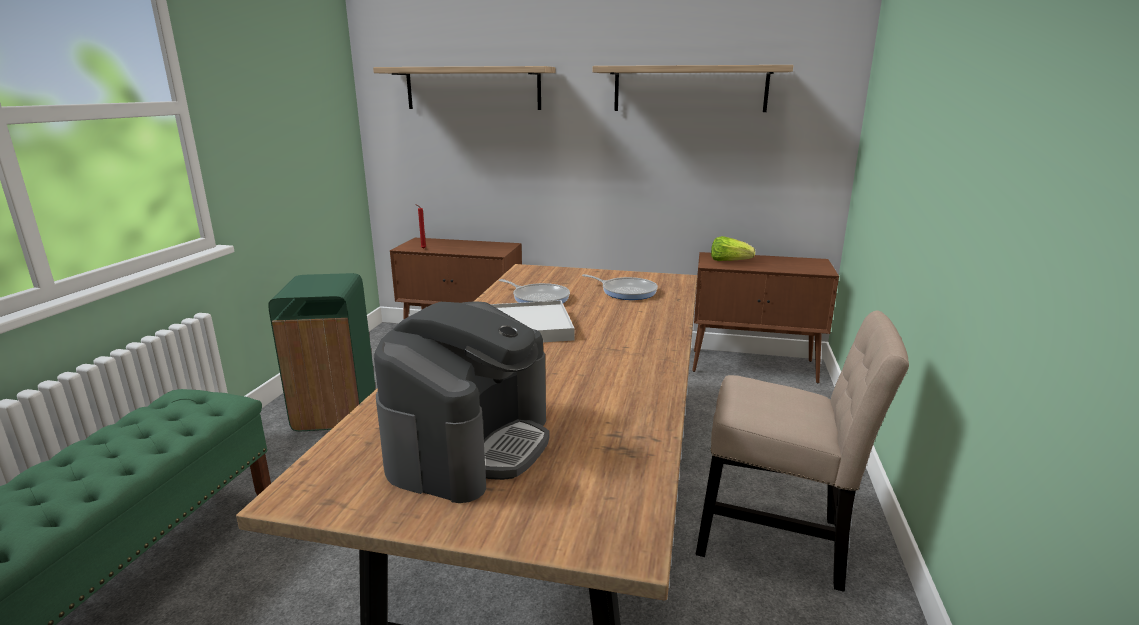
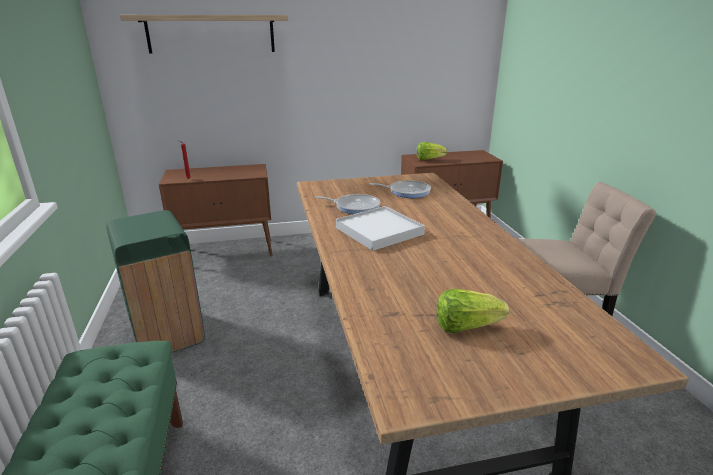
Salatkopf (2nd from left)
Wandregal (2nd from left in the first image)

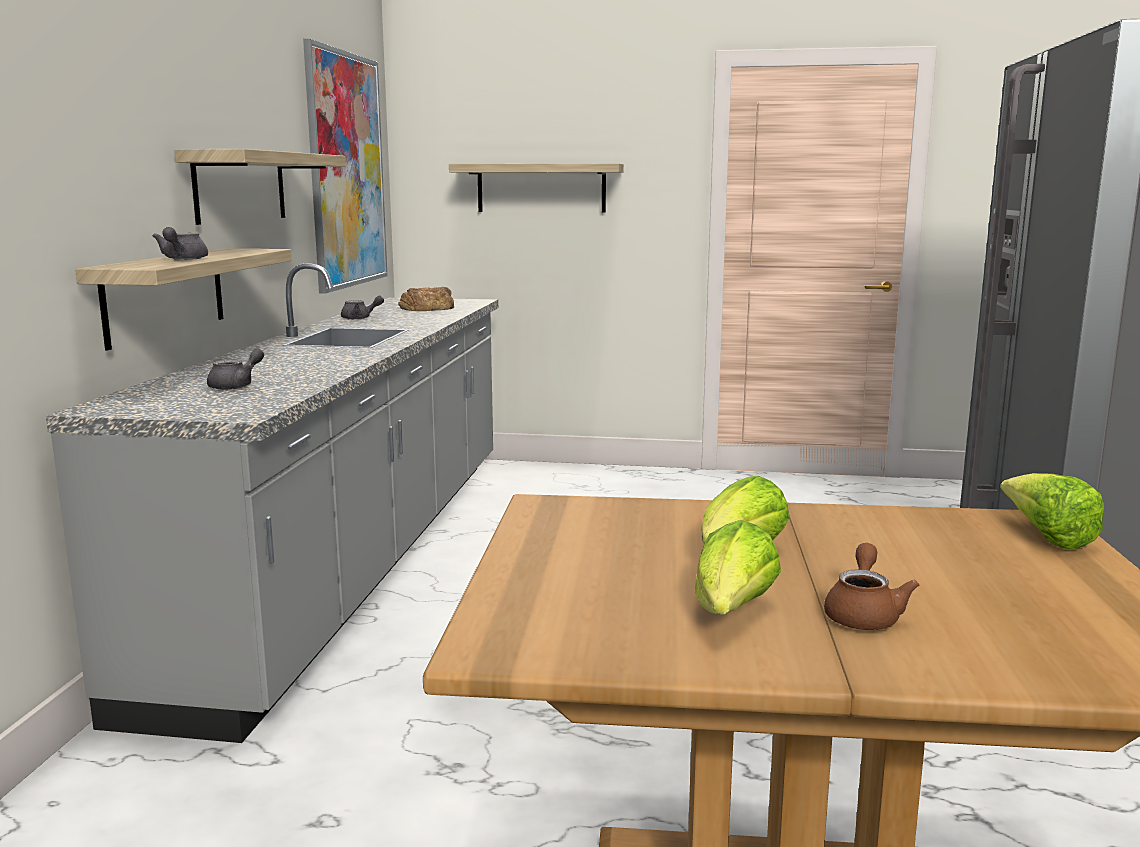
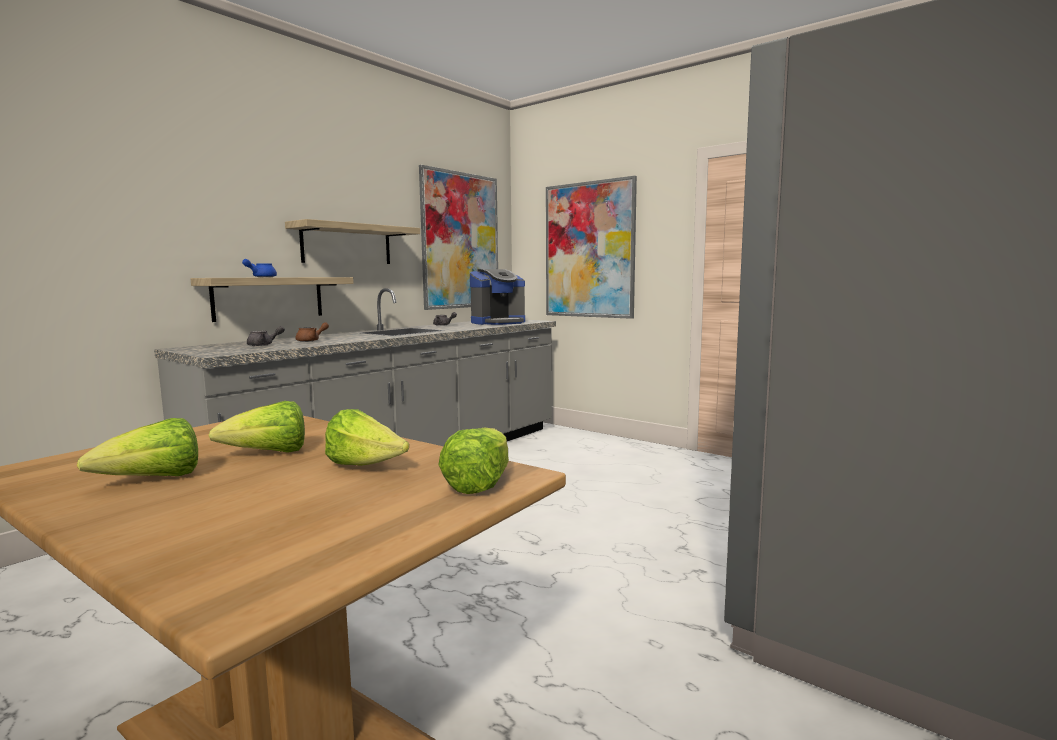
Teekanne [blau]
Teekanne [braun]
Salatkopf (3rd from left)
Kaffeemaschine
Bild (2nd from left)

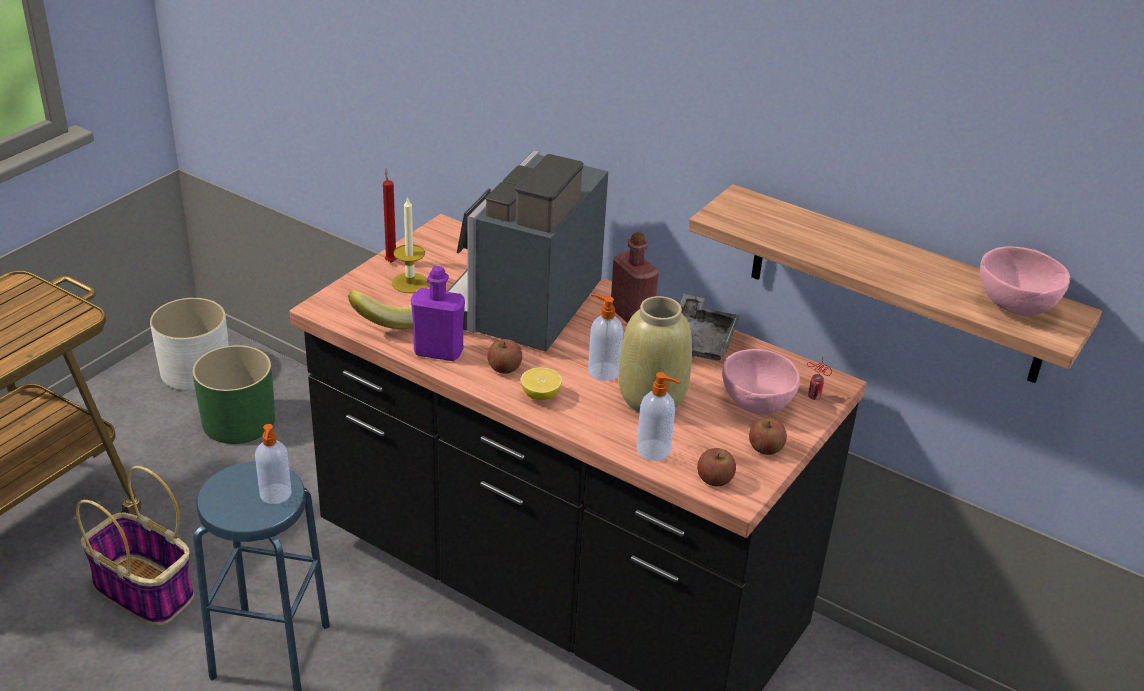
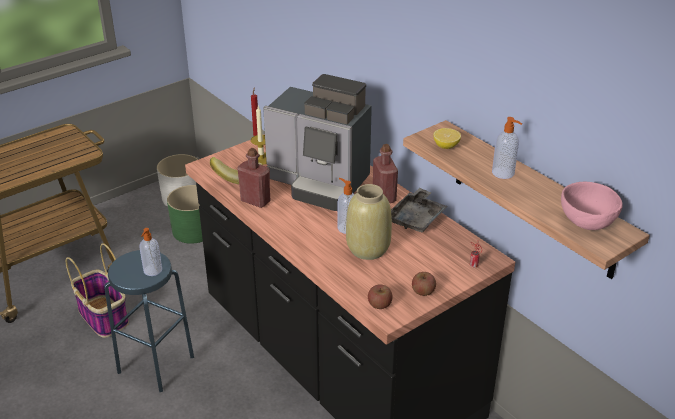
Flasche [rot] (1st from left)
Kaffeemaschine
Zitrone
Seifenspender (3rd from left)
Apfel (1st from left in the first image)
Schüssel [rosa] (1st from left in the first image)

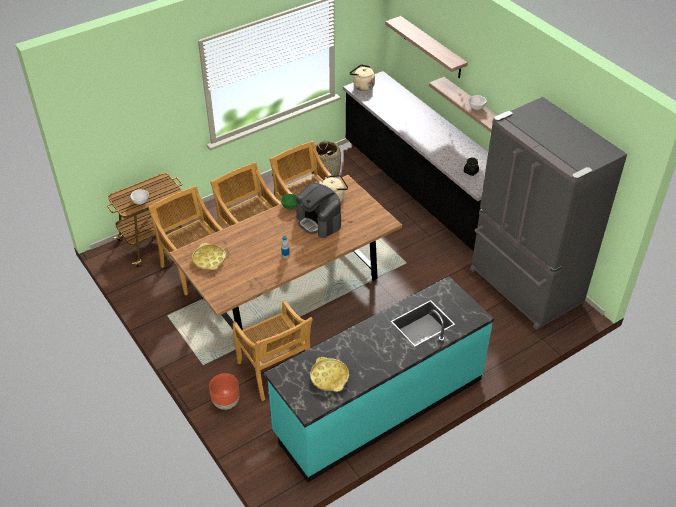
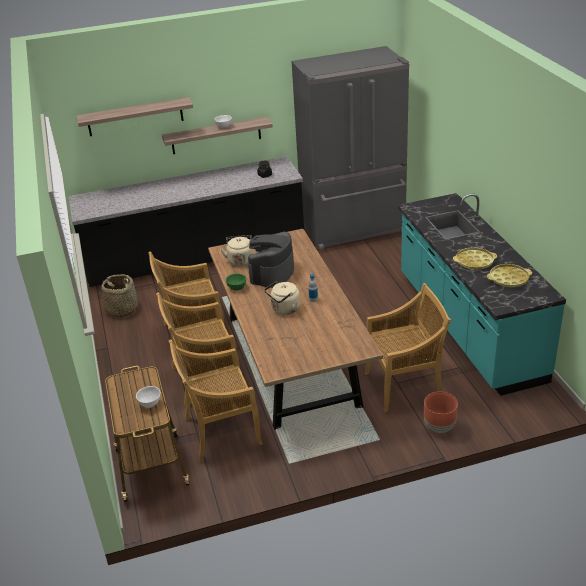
Kaffeemaschine
Wasserkessel [beige] (2nd from left)
Tablett [gelb] (1st from left)

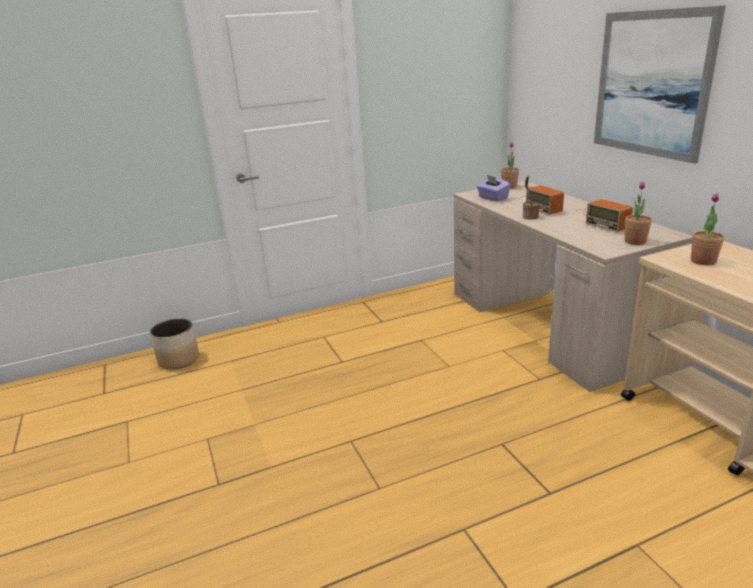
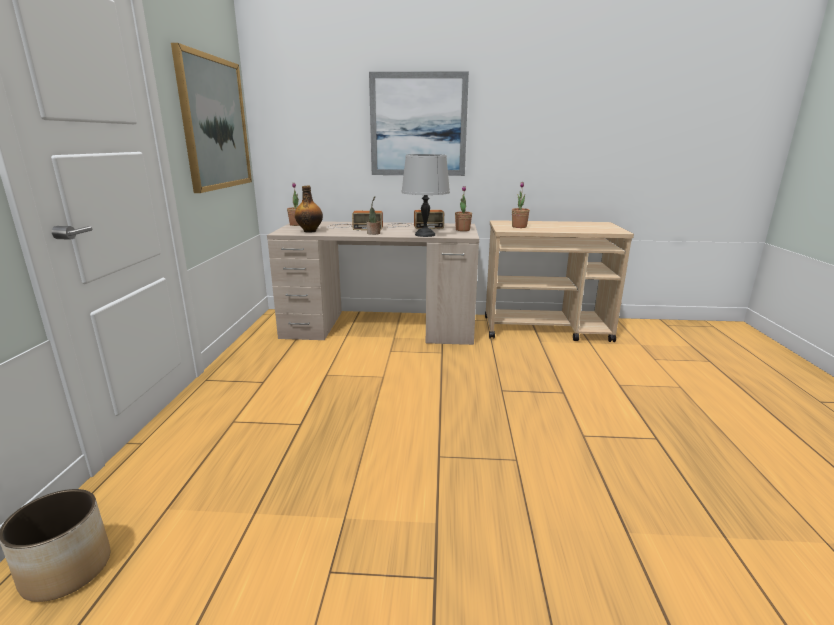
Bild (1st from left)
Flasche
Tischlampe [grau]

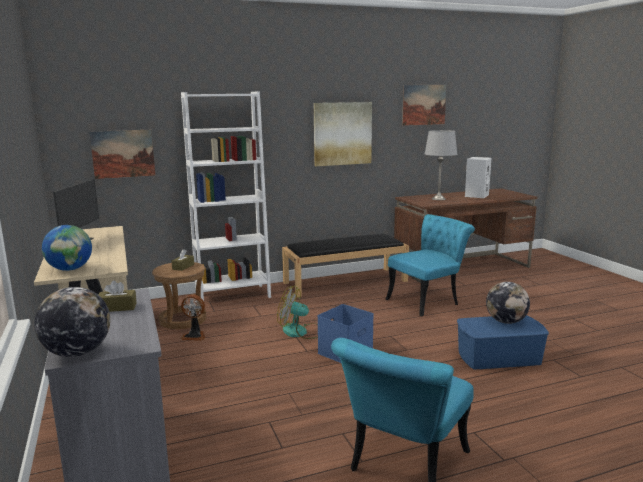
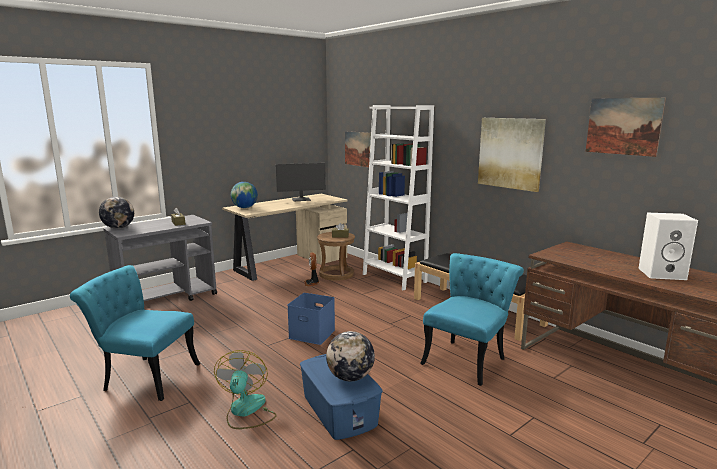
Ventilator (1st from left)
Stuhl [türkis] (2nd from left)
Tischlampe [grau]

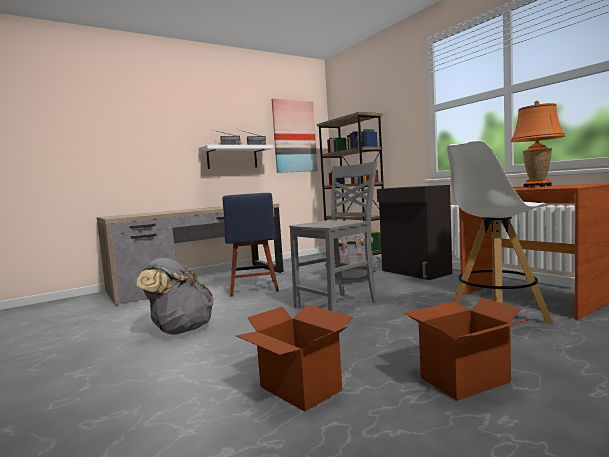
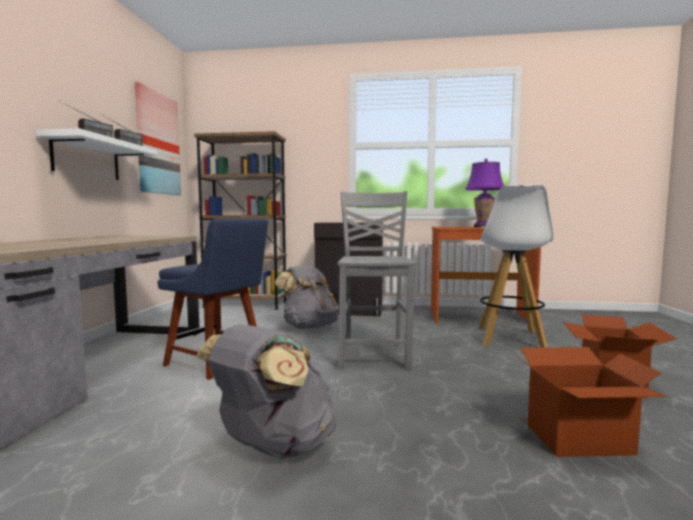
Tischlampe [lila]

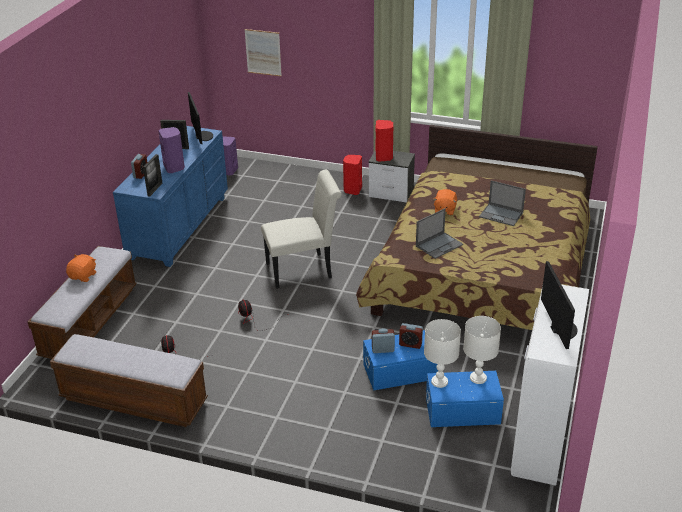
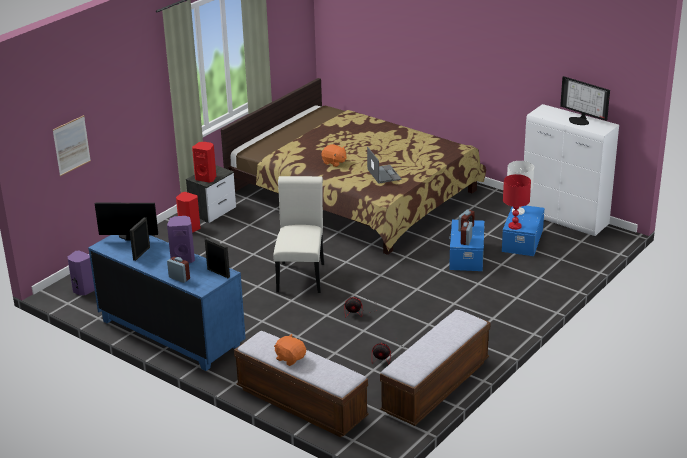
Tischlampe [rot]
Monitor (2nd from left)
Laptop (2nd from left in the first image)

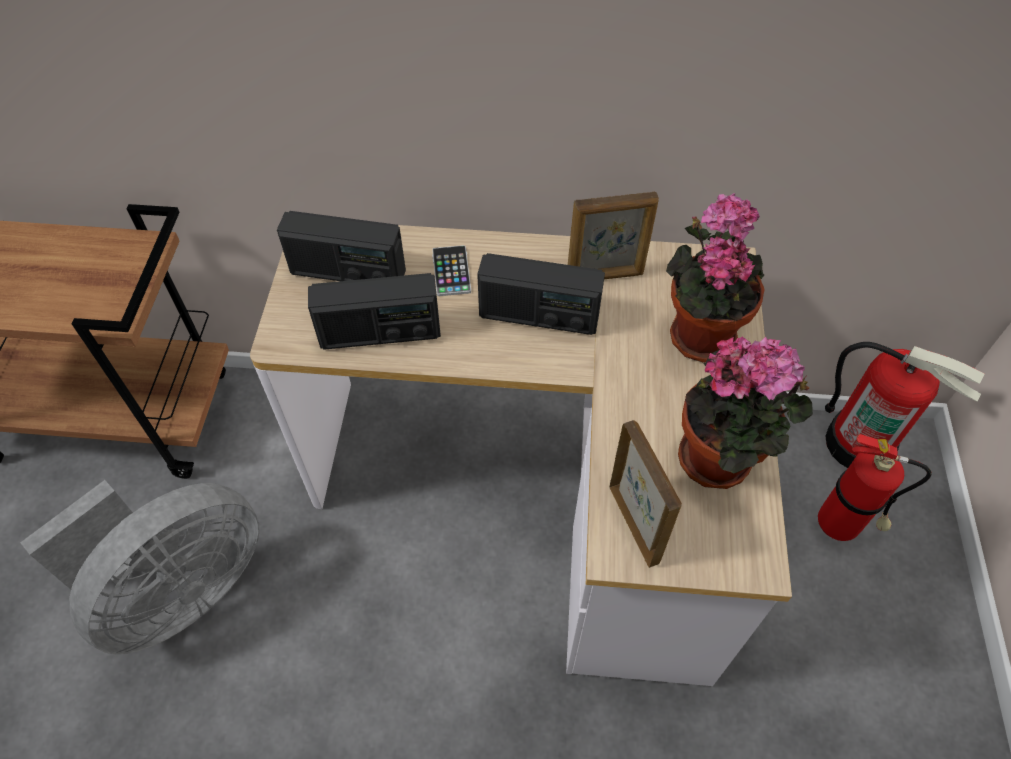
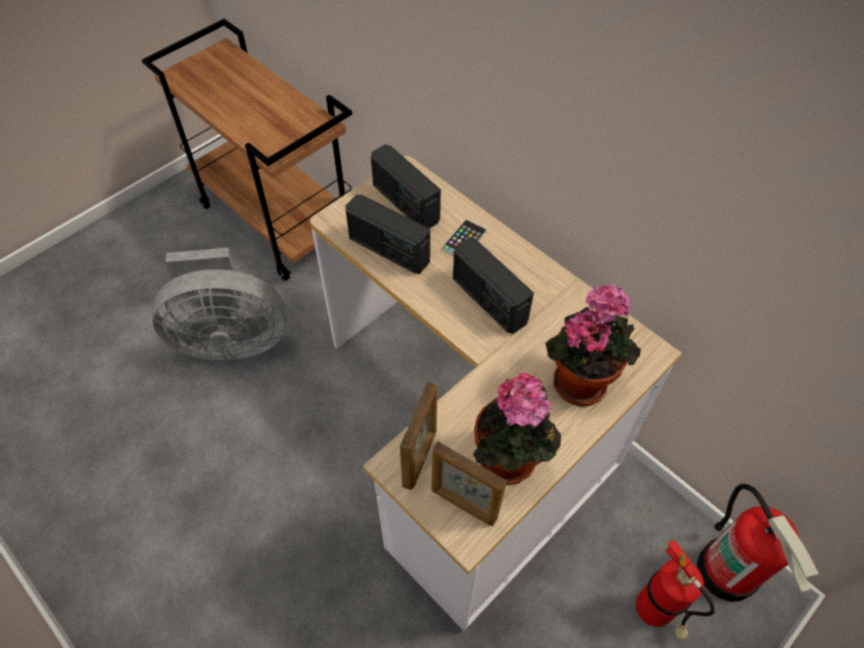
Bilderrahmen (2nd from left)

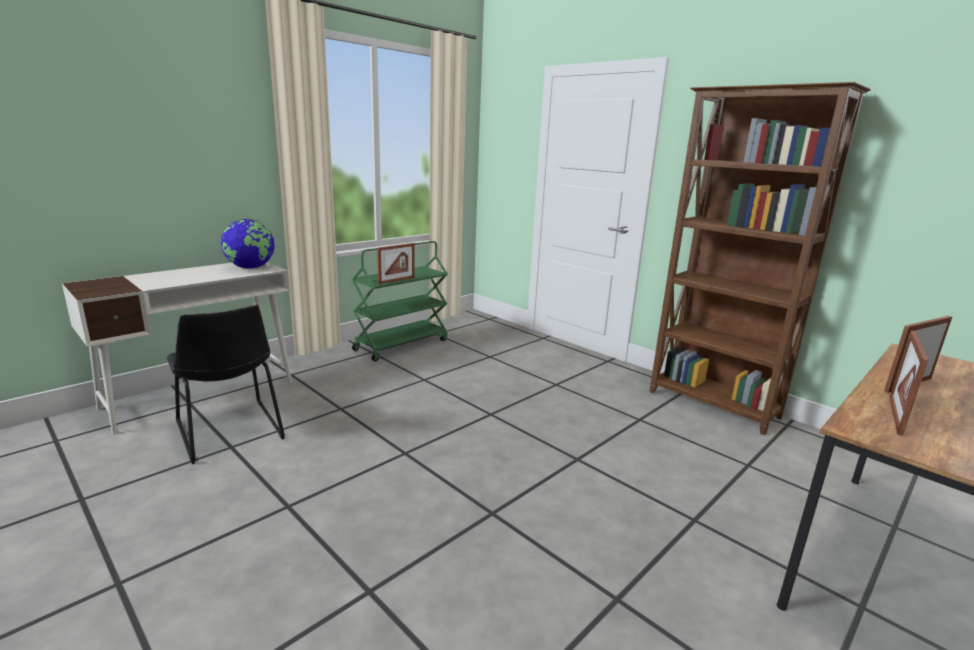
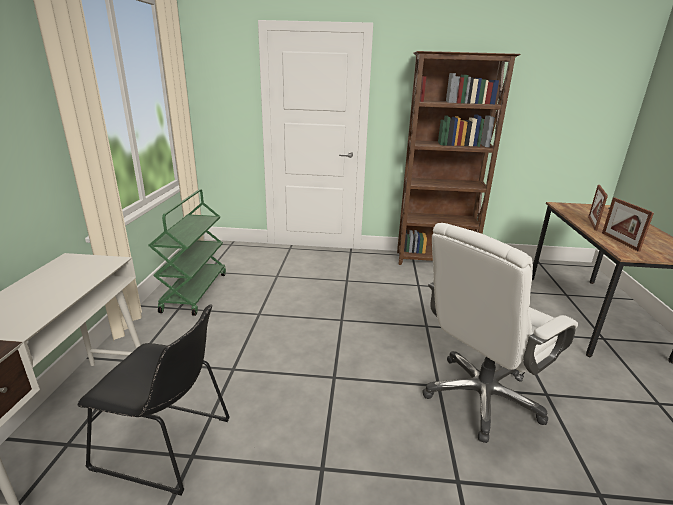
Bürostuhl [weiß]
Globus
Bilderrahmen (1st from left in the first image)

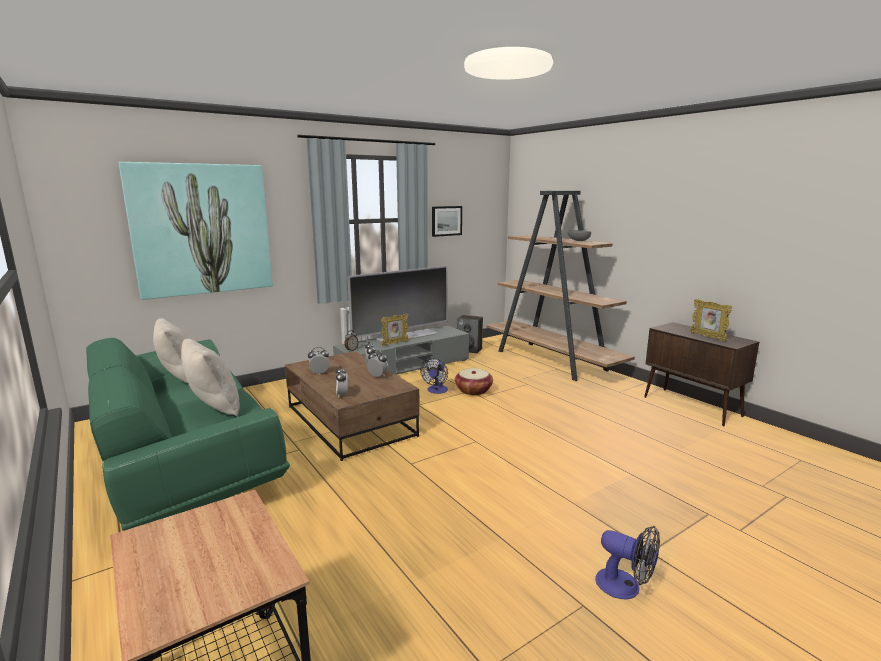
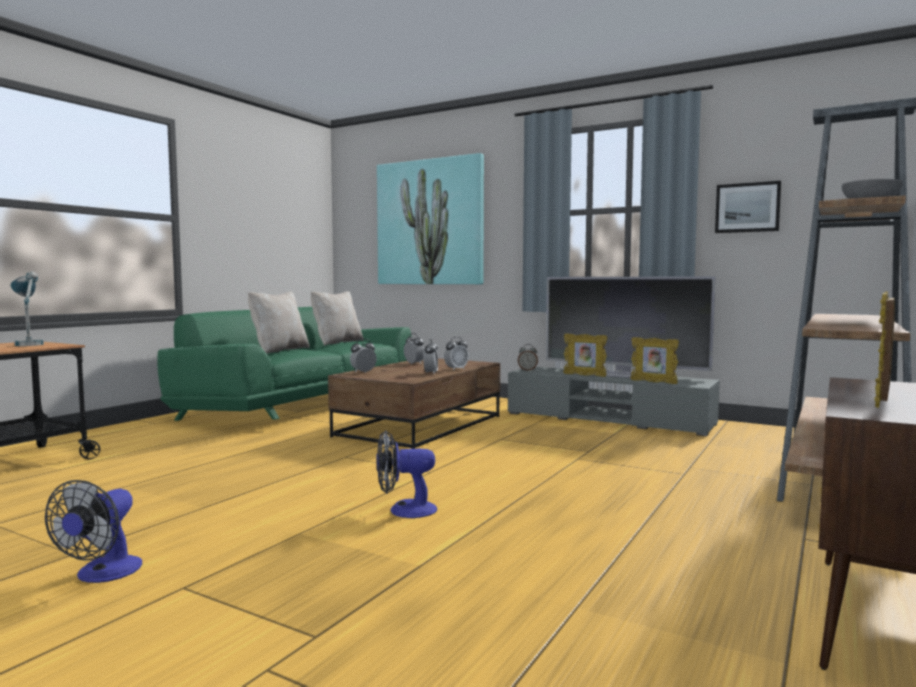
Tischlampe
Ventilator (2nd from left)
Bilderrahmen (2nd from left)
Korb
Lautsprecher

